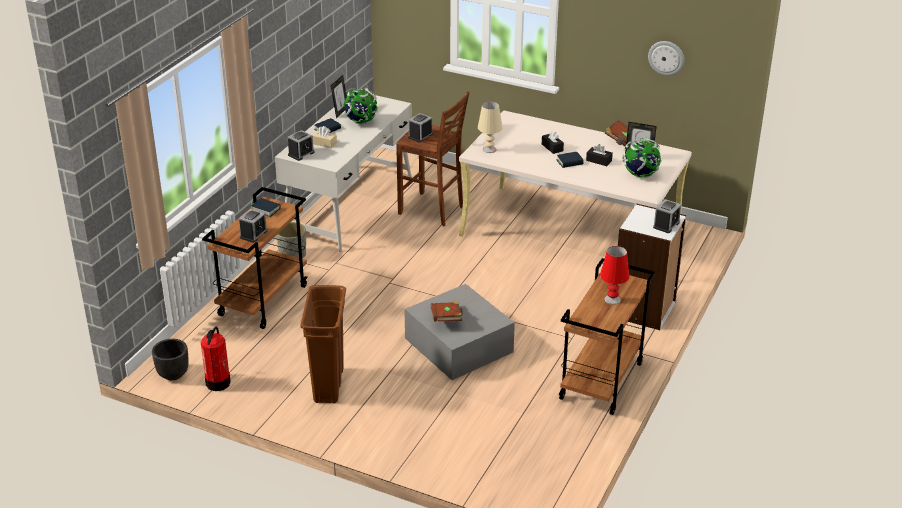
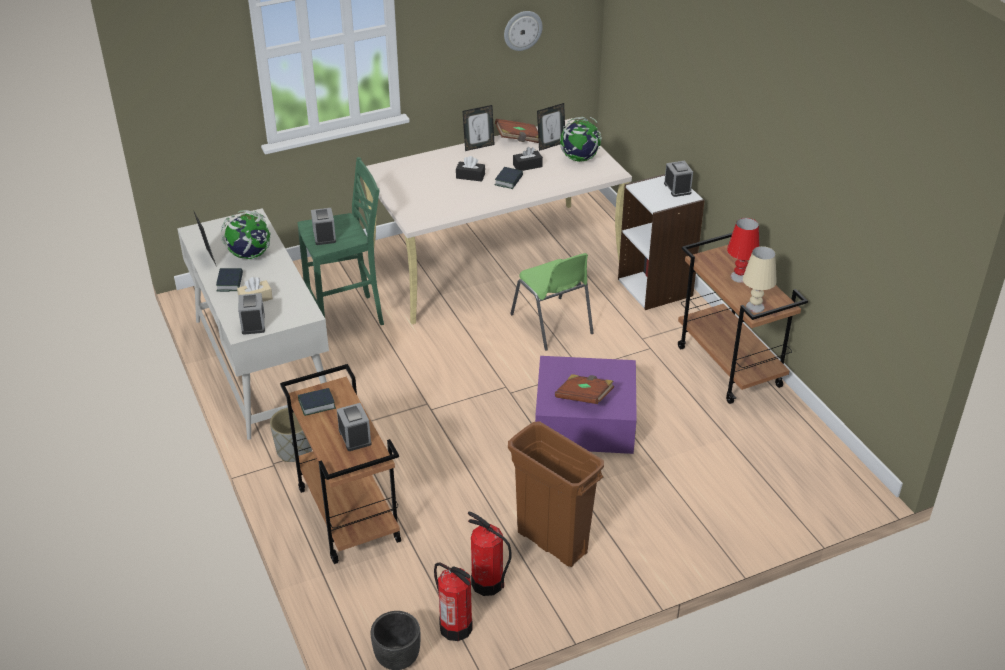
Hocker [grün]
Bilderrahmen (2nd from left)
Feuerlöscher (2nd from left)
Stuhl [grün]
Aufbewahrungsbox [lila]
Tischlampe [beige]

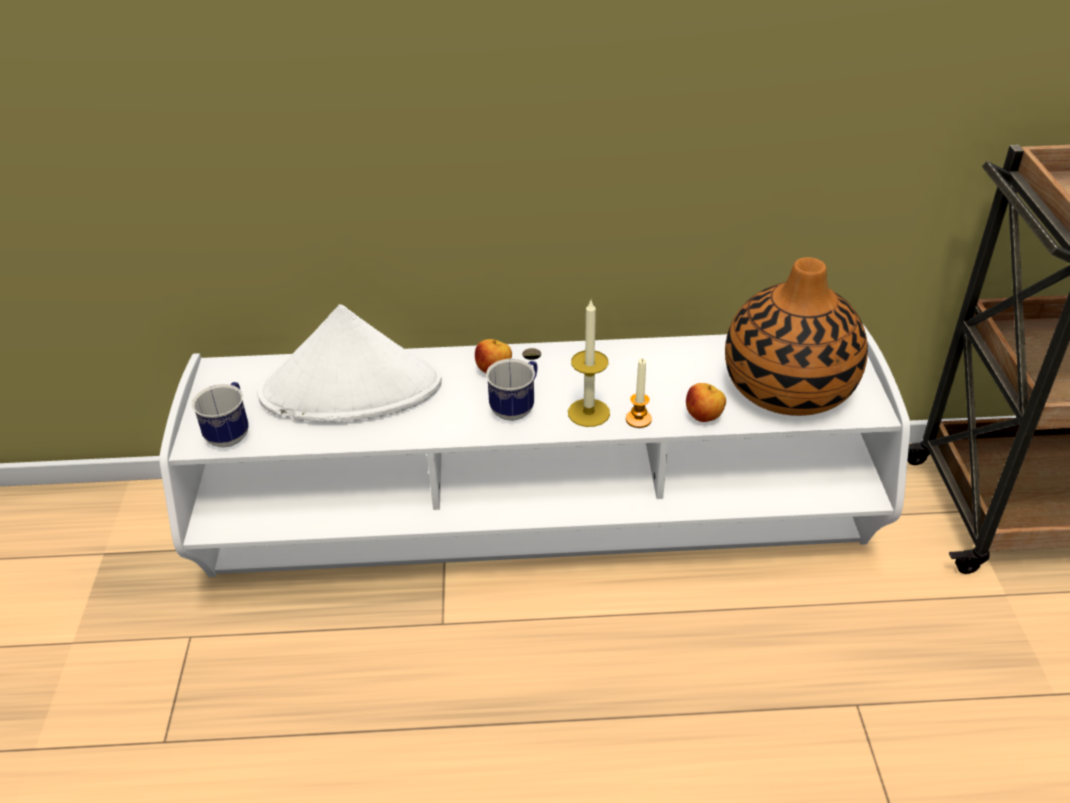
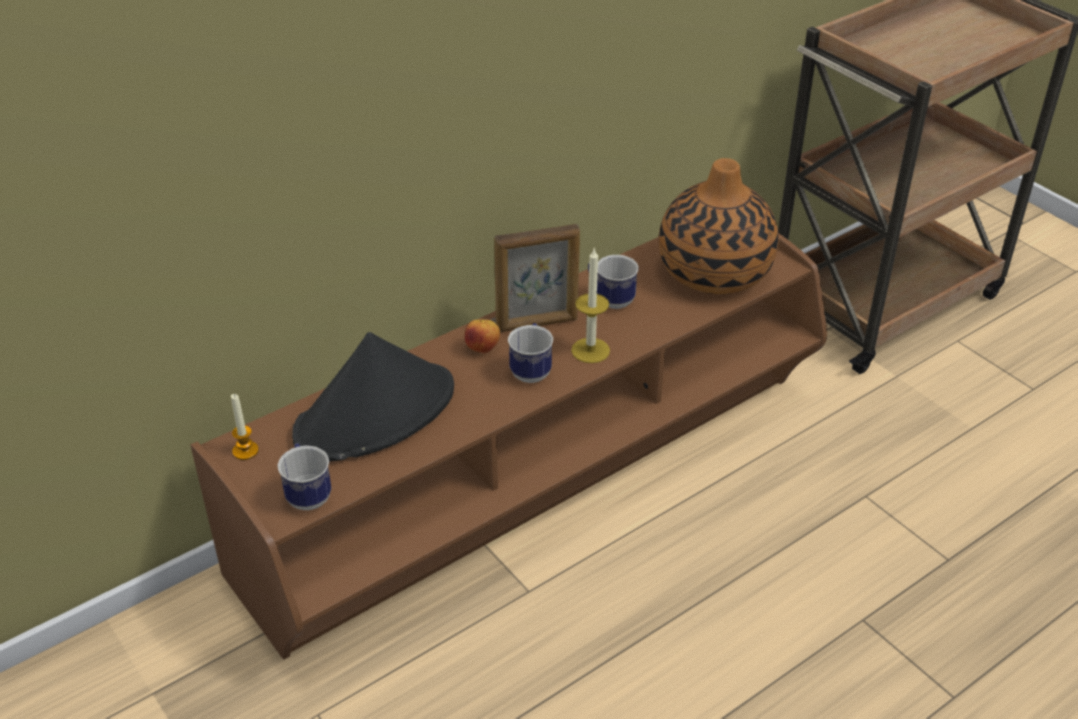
Fernsehschrank [braun]
Kerze (1st from left)
Hut [schwarz]
Bilderrahmen
Henkelbecher (3rd from left)
Apfel (2nd from left in the first image)

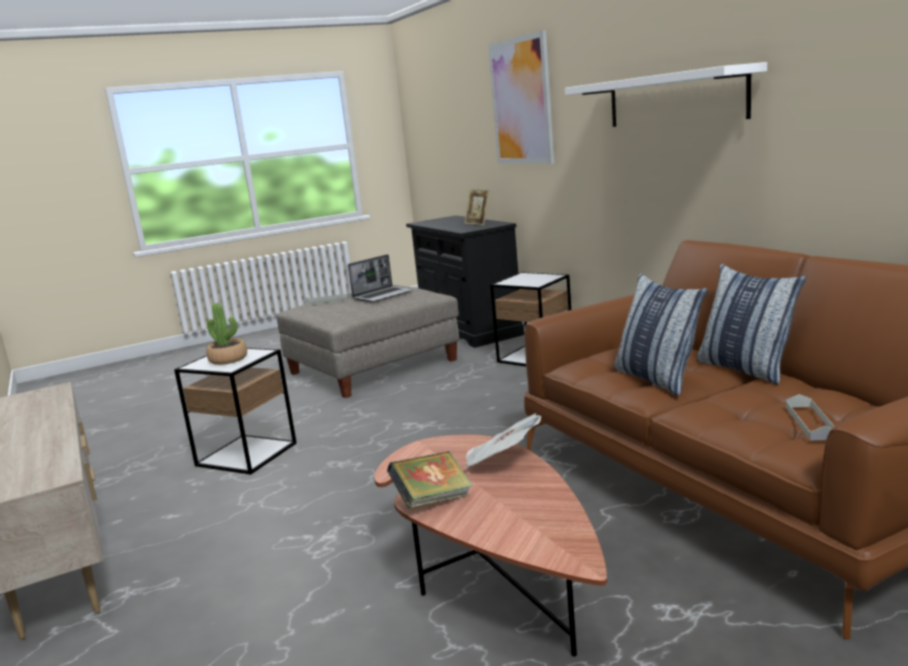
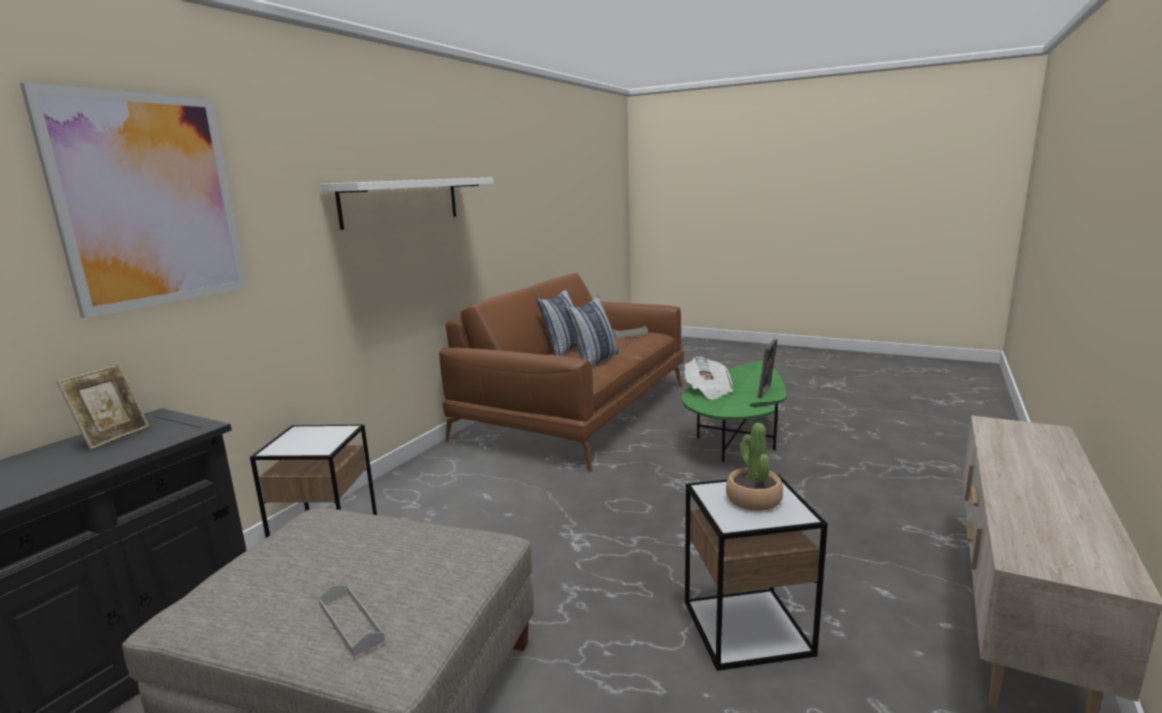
Couchtisch [grün]
Bilderrahmen (2nd from left)
Laptop

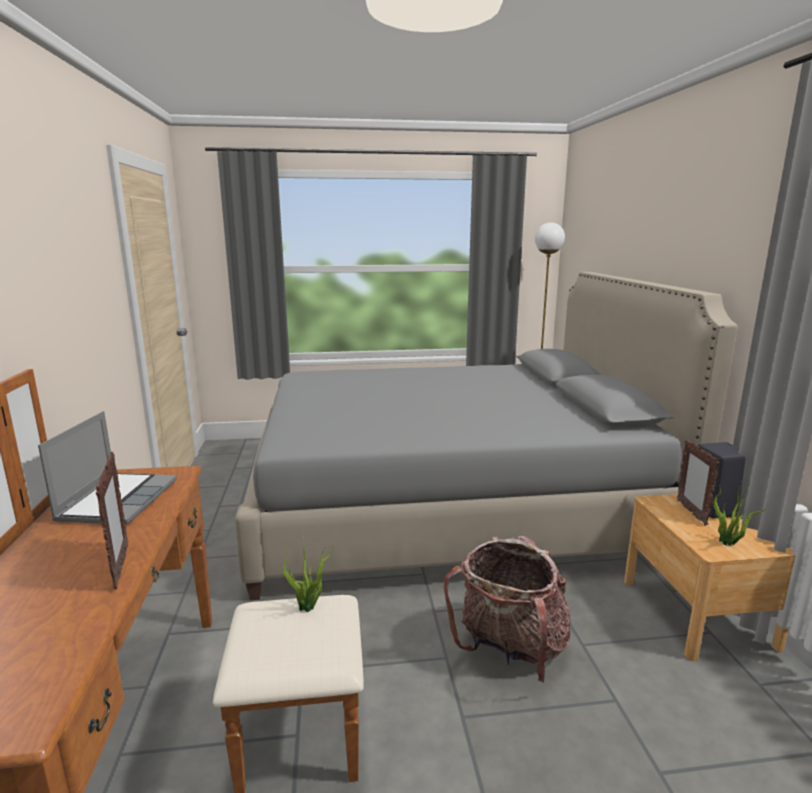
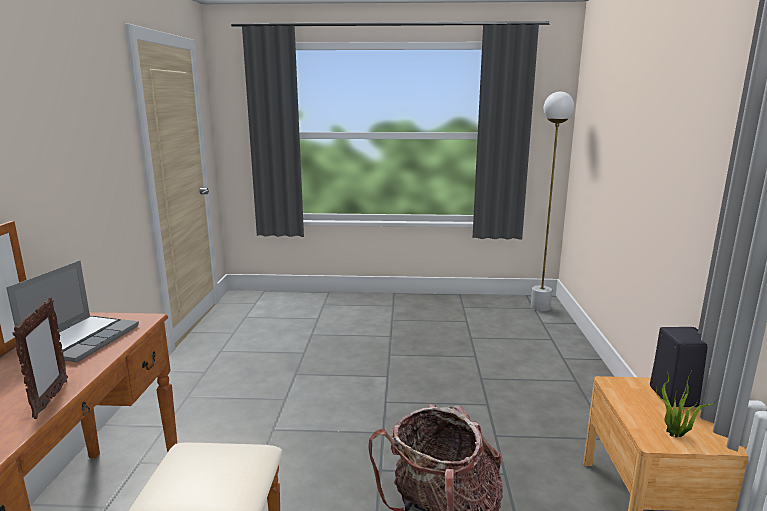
Bett [grau]
Topfpflanze (1st from left in the first image)
Bilderrahmen (2nd from left in the first image)

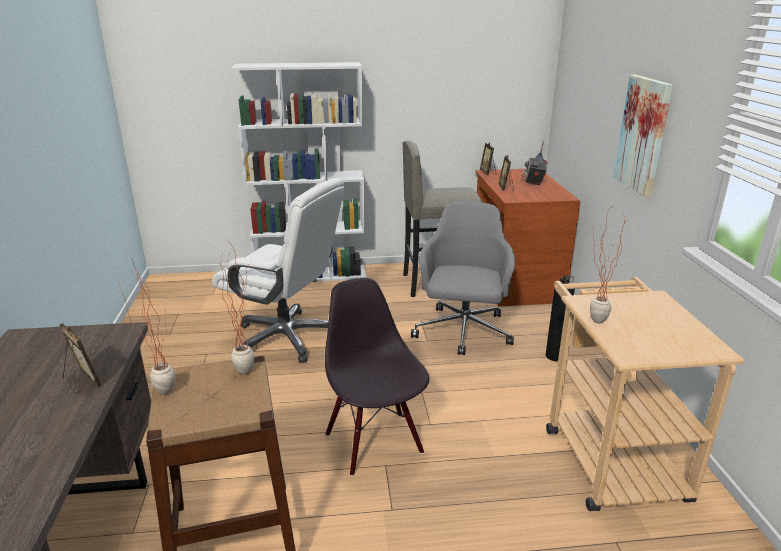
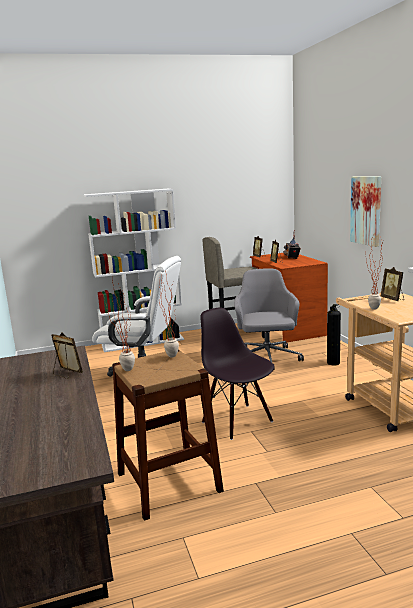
Bilderrahmen (4th from left)

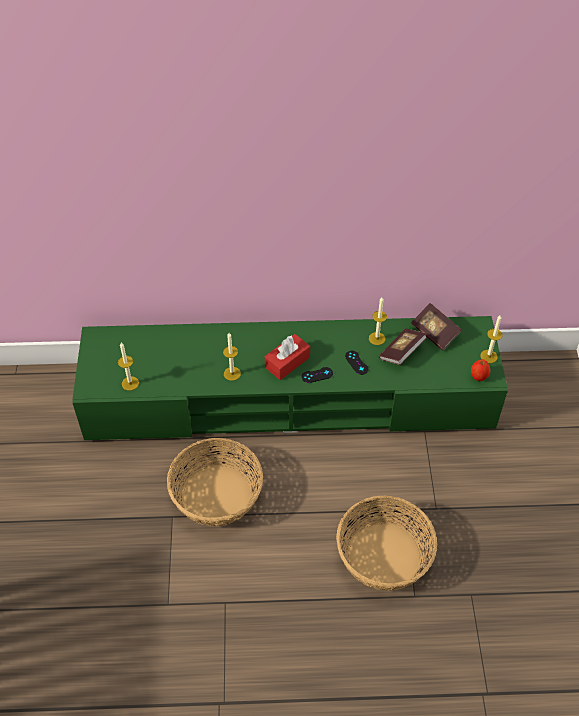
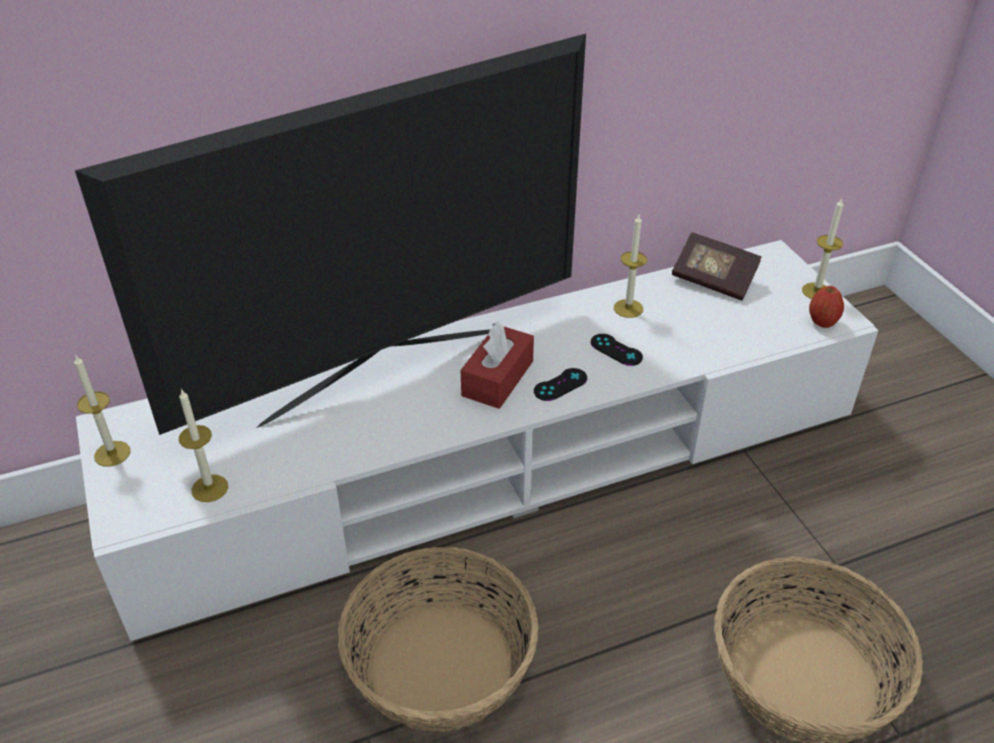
Kerze (1st from left)
Fernseher
Fernsehschrank [weiß]
Buch (1st from left in the first image)

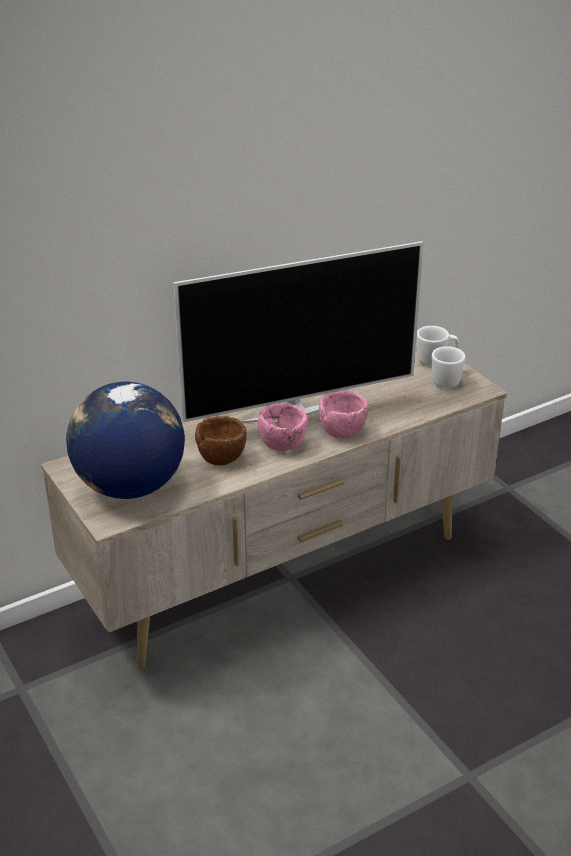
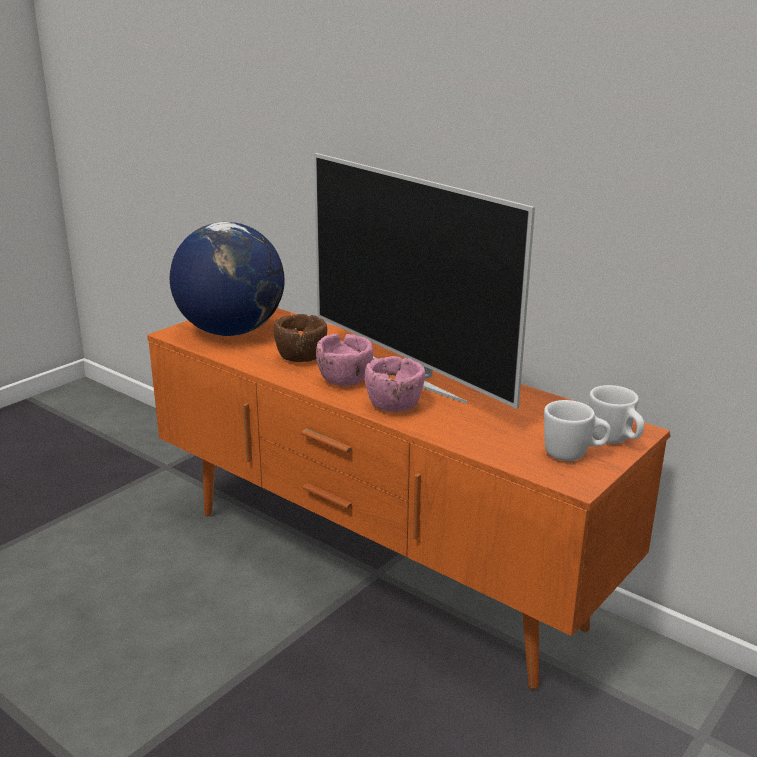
Fernsehschrank [orange]

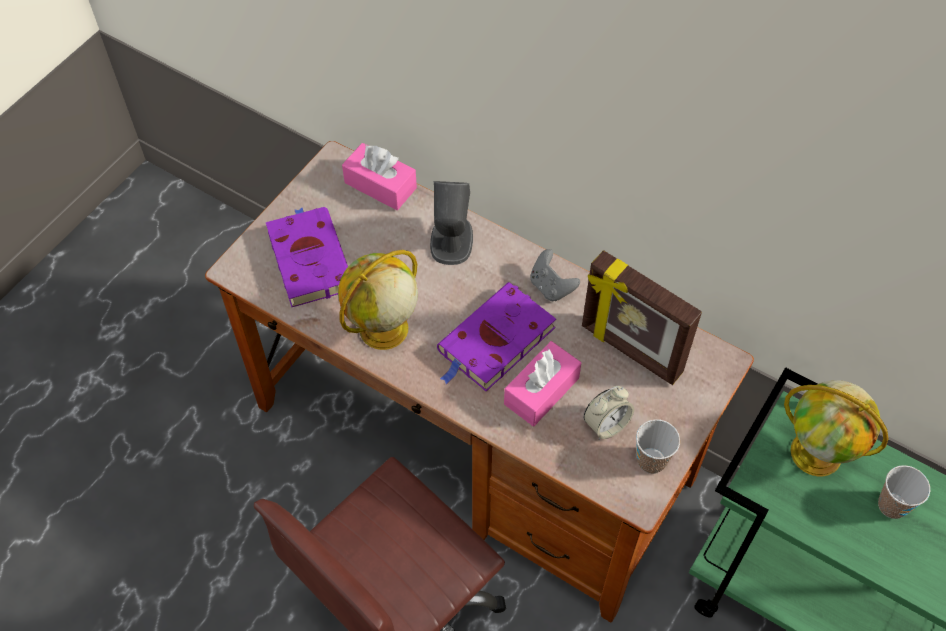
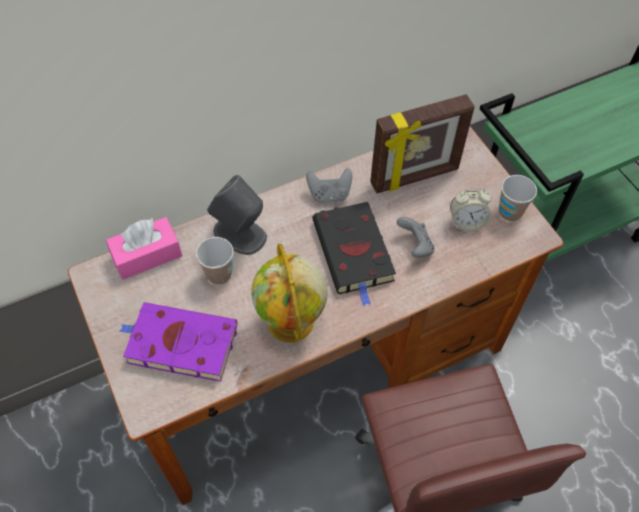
Tasse (1st from left)
Buch [schwarz]
Gamepad [grau] (2nd from left)
Wecker
Globus (2nd from left in the first image)

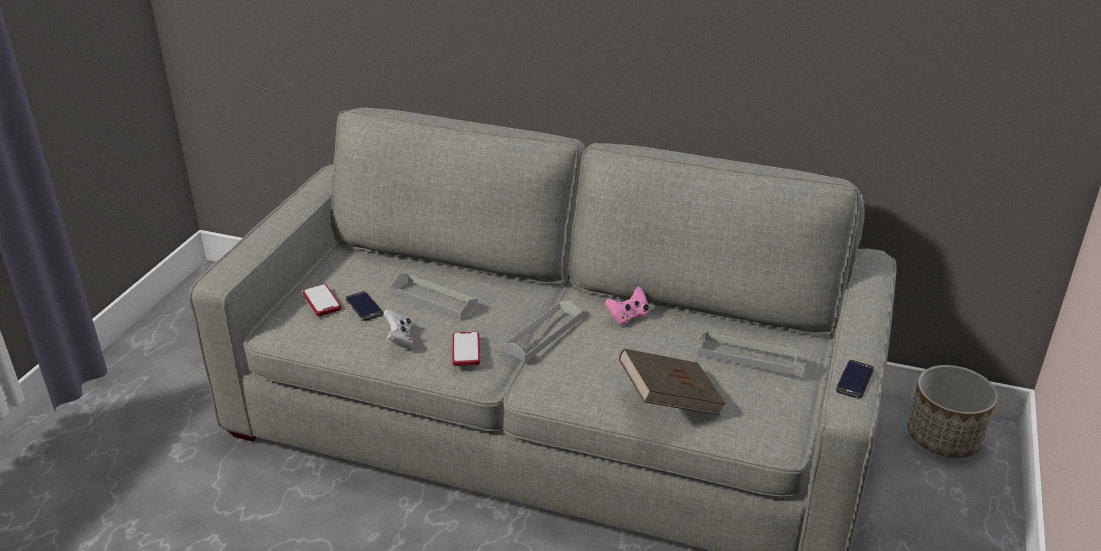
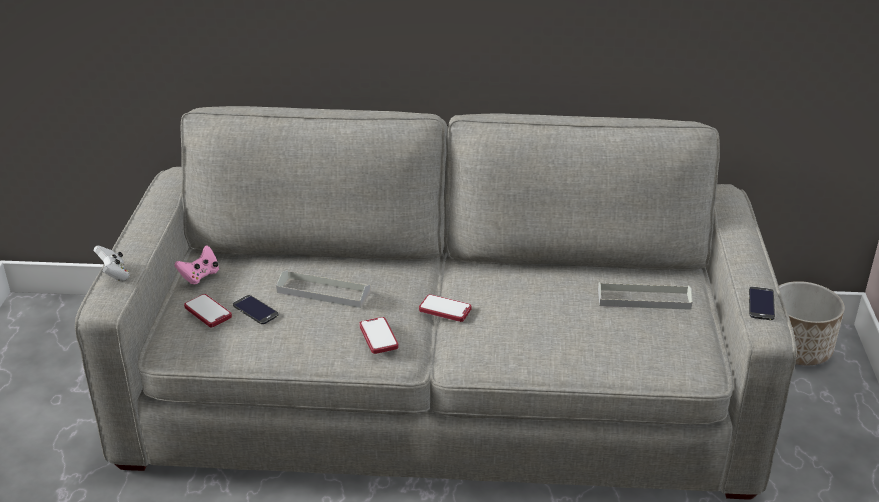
Gamepad [weiß]
Gamepad [rosa]
Handy (4th from left)
Buch [braun]

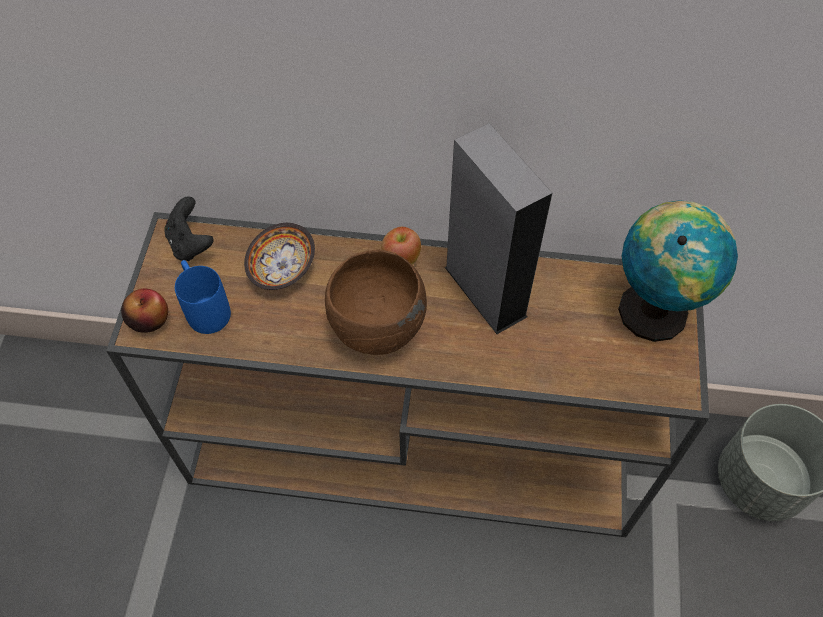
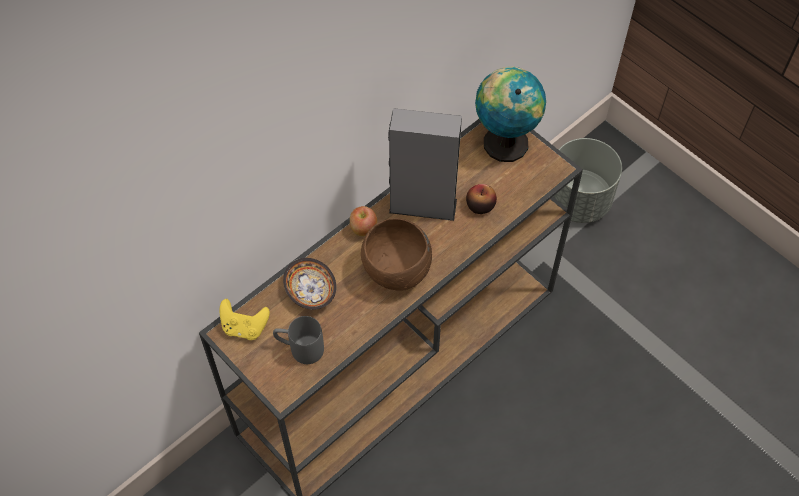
Gamepad [gelb]
Henkelbecher [grau]
Apfel (2nd from left)

